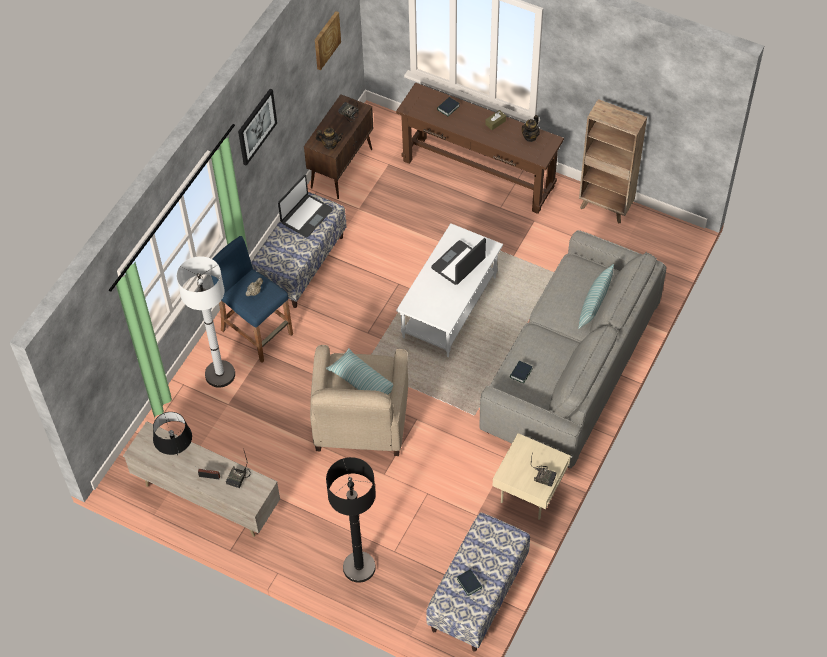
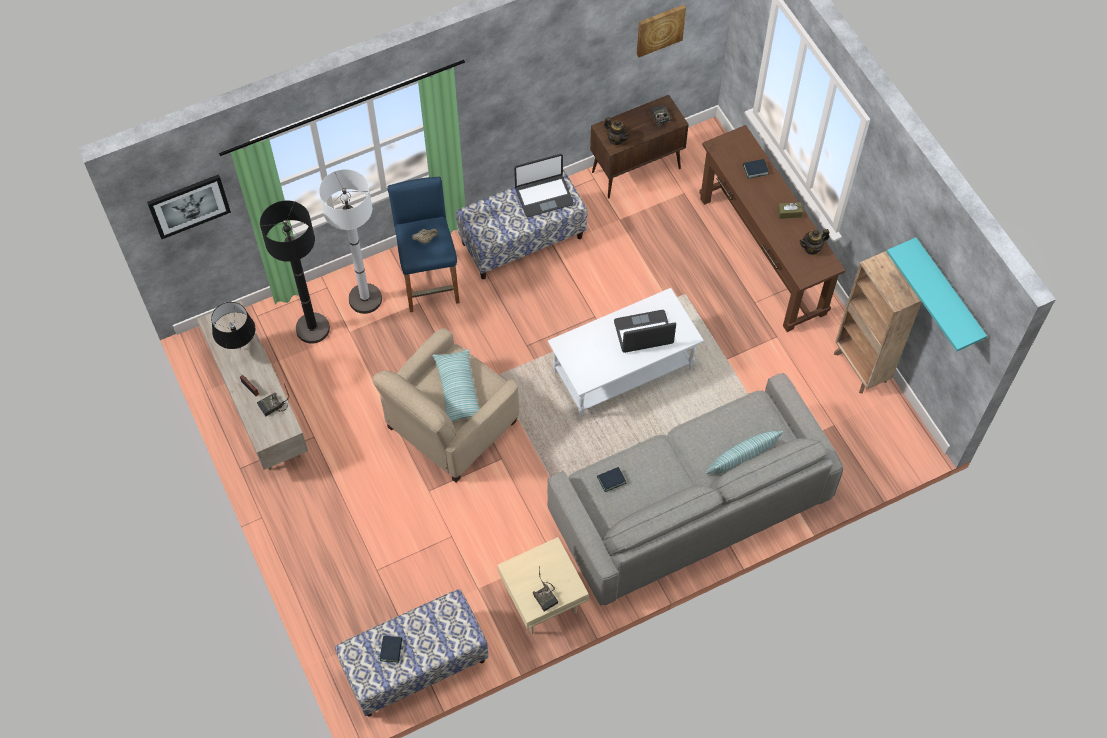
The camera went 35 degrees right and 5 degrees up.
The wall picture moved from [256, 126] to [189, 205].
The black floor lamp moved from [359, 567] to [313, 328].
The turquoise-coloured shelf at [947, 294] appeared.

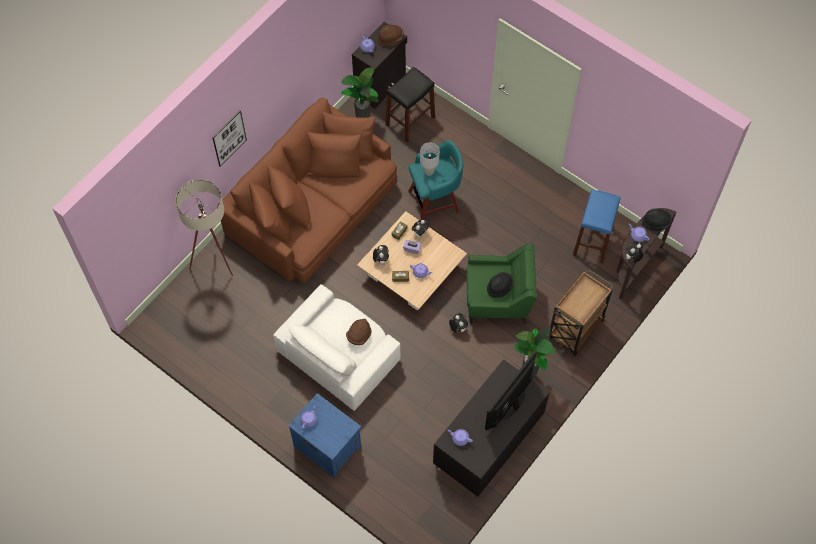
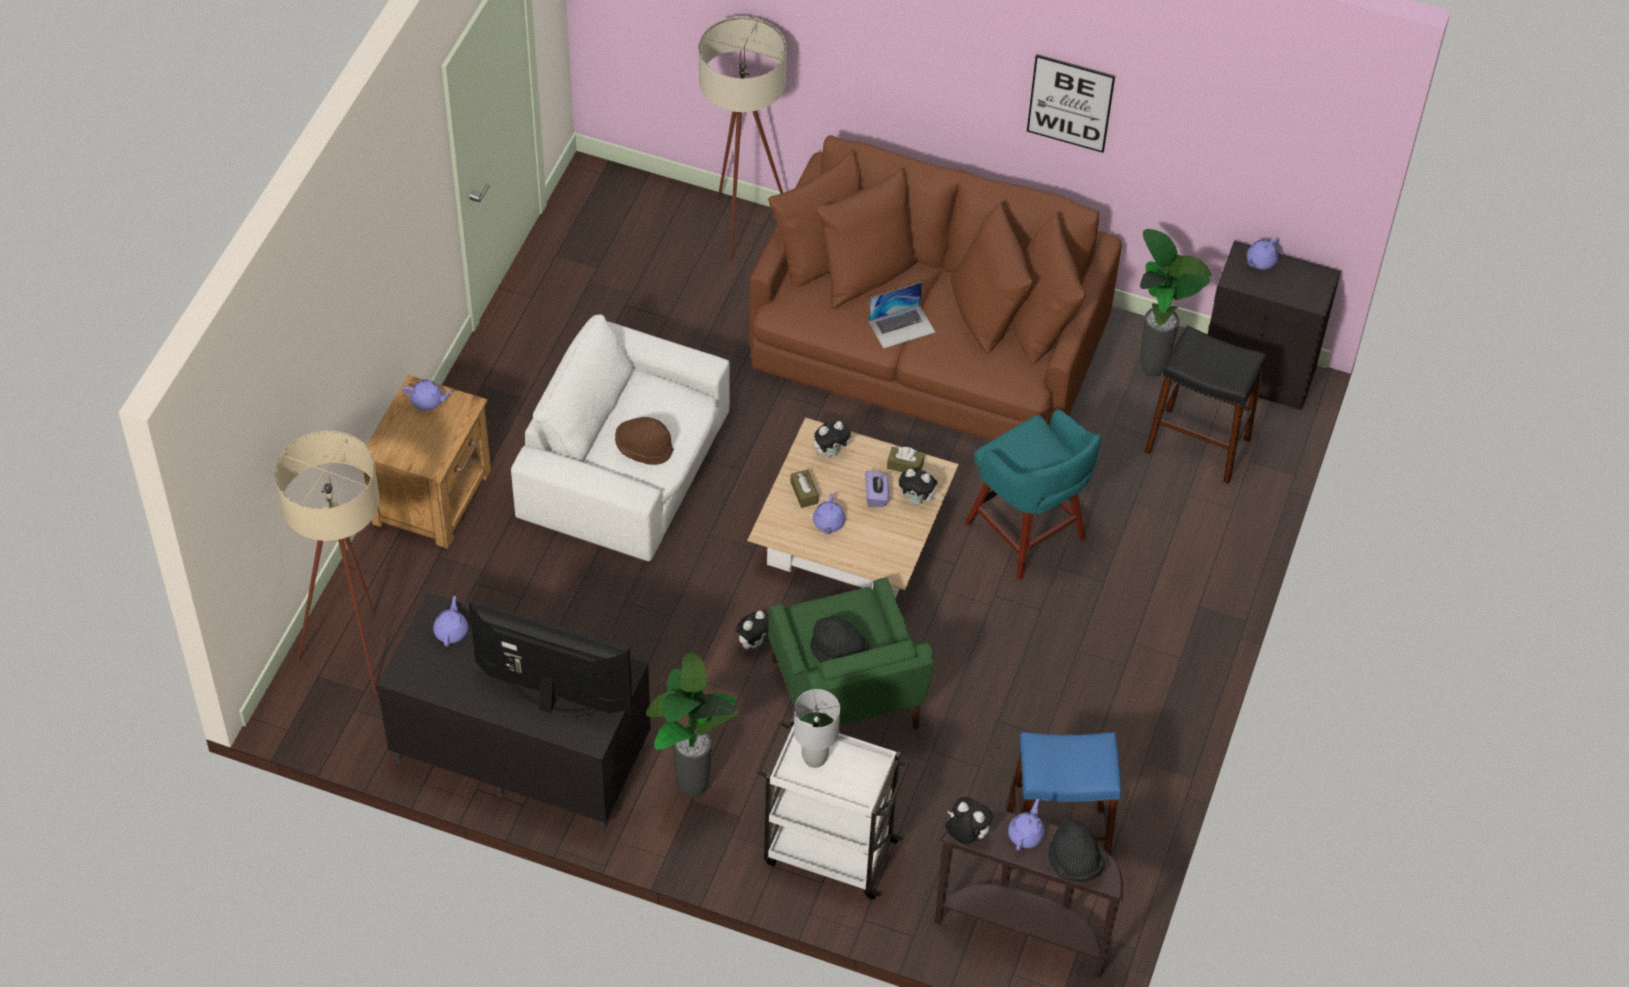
The camera went 70 degrees right and 10 degrees down.
The wall picture moved from [229, 138] to [1070, 103].
The blue nightstand at [327, 445] became the brownish nightstand at [434, 496].
The brownish clothing hat at [390, 39] disappeared.
The grey table lamp moved from [429, 172] to [814, 758].
The brownish wheeled cart at [575, 330] became the whitish wheeled cart at [828, 851].
The beige floor lamp at [355, 648] appeared.
The laptop at [901, 326] appeared.

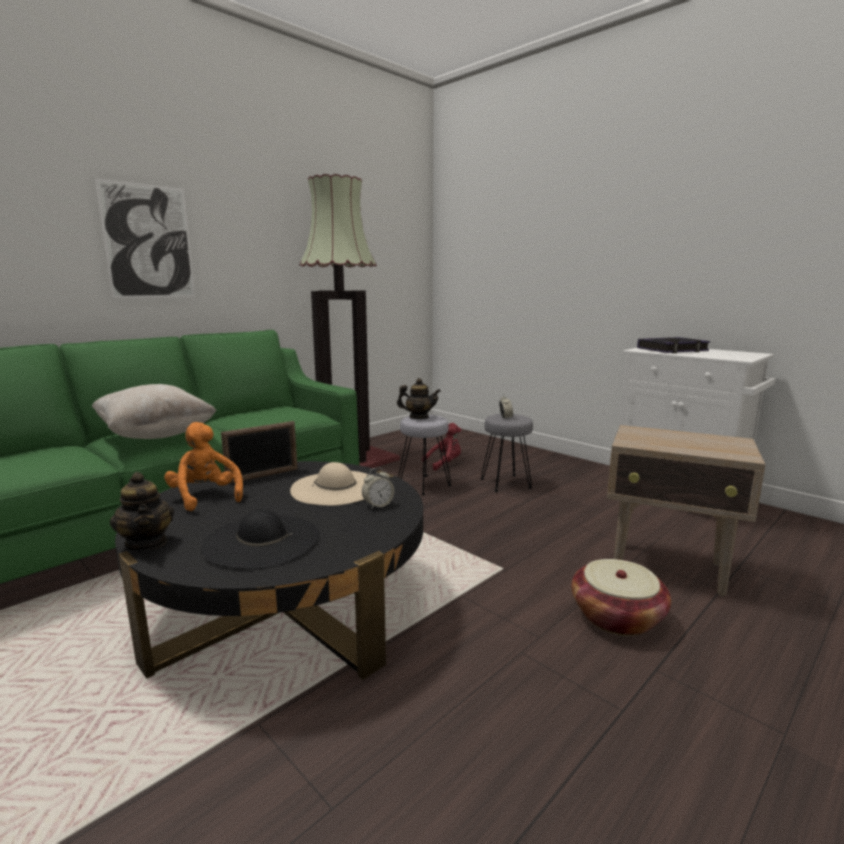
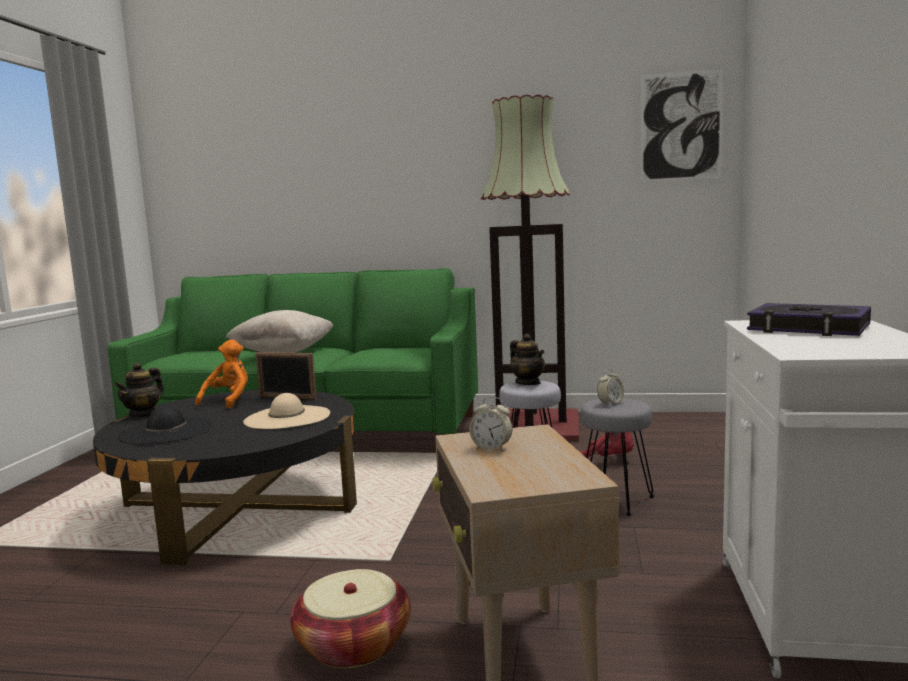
The camera went 55 degrees right and 5 degrees down.
The wall picture moved from [148, 242] to [680, 126].
The alarm clock moved from [378, 505] to [491, 448].

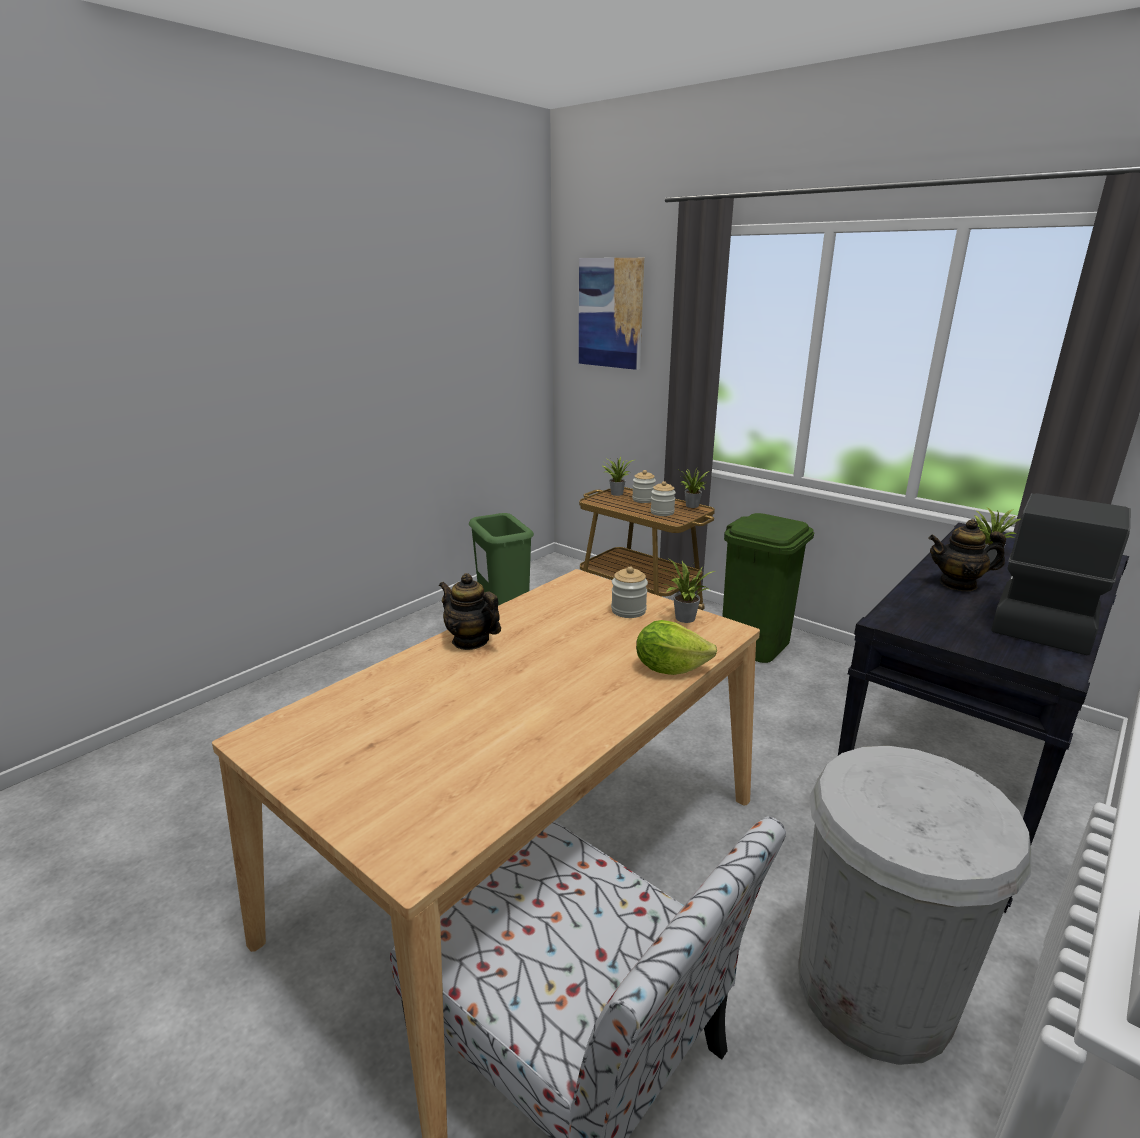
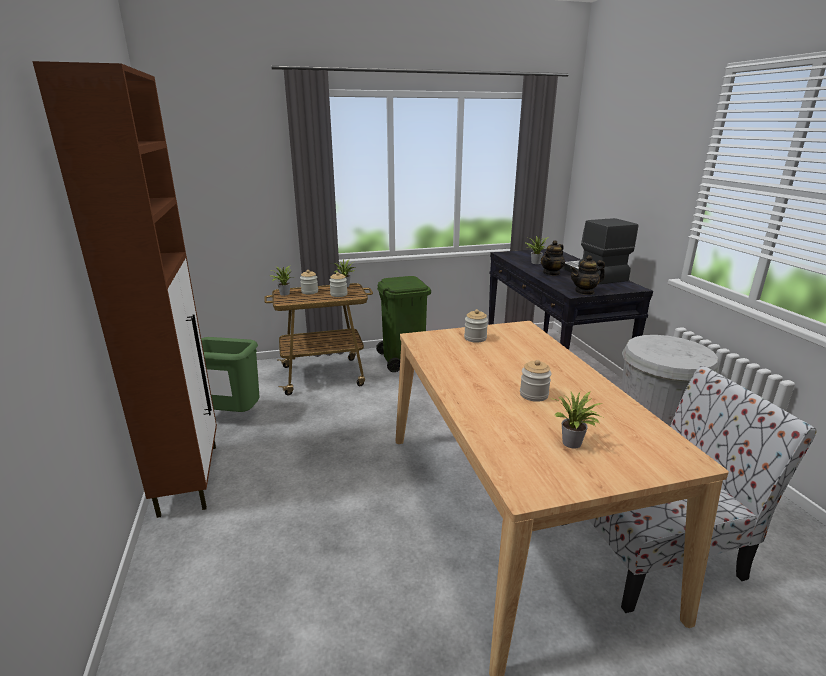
The camera went 55 degrees left and 0 degrees up.
The tea pot moved from [470, 641] to [584, 292].
The wall picture at [610, 313] disappeared.
The head of lettuce at [669, 668] disappeared.
The plant in a pot moved from [683, 619] to [572, 444].
The brownish cabinet at [189, 477] appeared.
The jar at [534, 395] appeared.

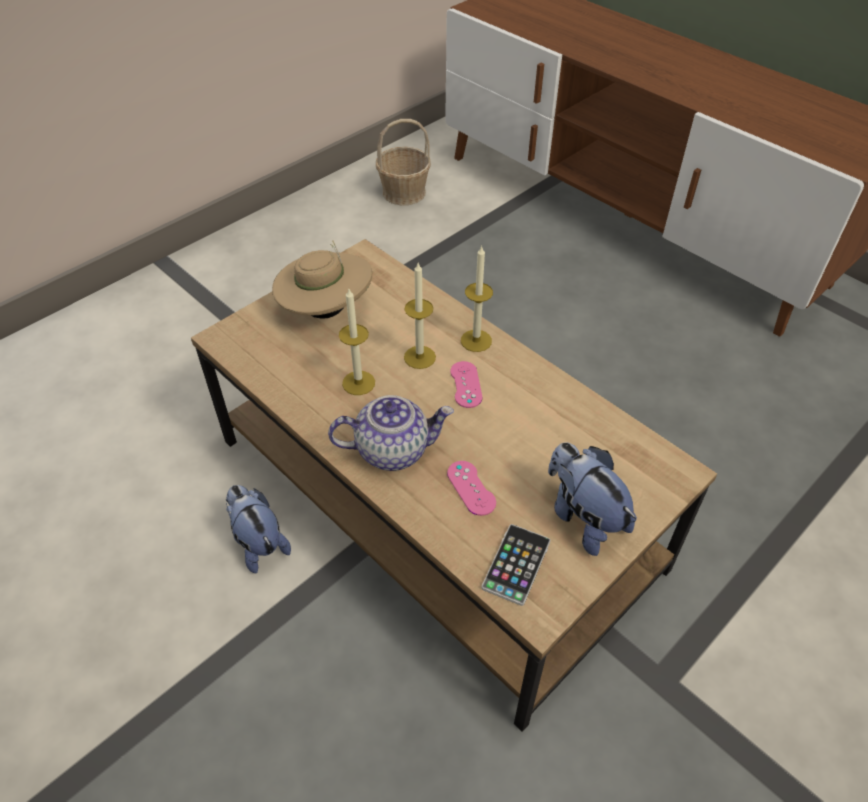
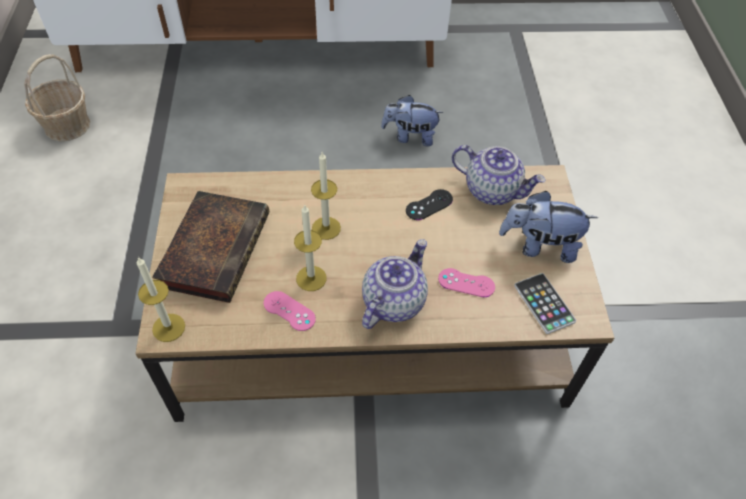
The camera went 50 degrees left and 5 degrees up.
The soft toy moved from [258, 542] to [410, 136].
The beige clothing hat at [326, 310] was replaced by the bound book at [215, 247].
The pinkish gamepad moved from [466, 384] to [289, 311].
The wax light moved from [476, 340] to [168, 327].
The black gamepad at [429, 205] appeared.
The tea pot at [492, 190] appeared.

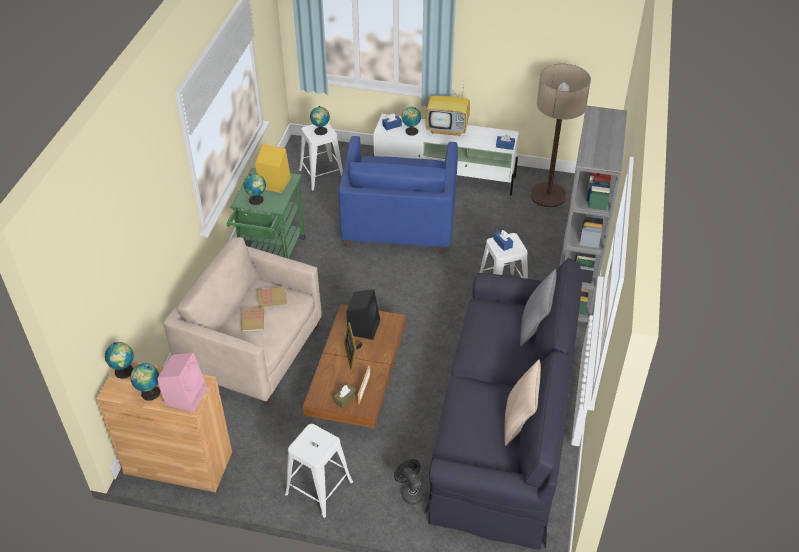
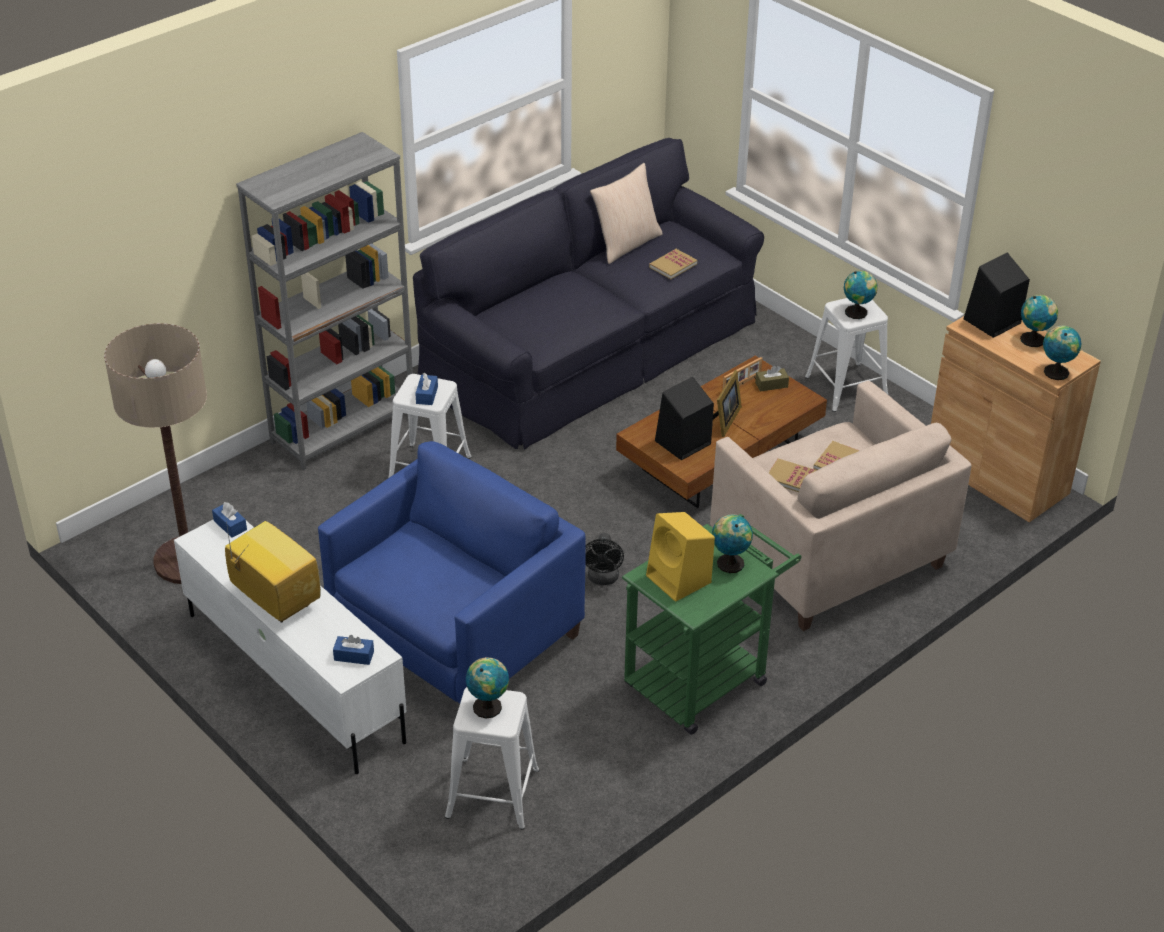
The camera went 145 degrees left and 5 degrees down.
The pinkish speaker at [186, 395] became the black speaker at [991, 322].
The black fan moved from [410, 492] to [603, 579].
The world globe moved from [410, 131] to [857, 312].
The grey cushion at [535, 326] disappeared.
The bound book at [673, 265] appeared.

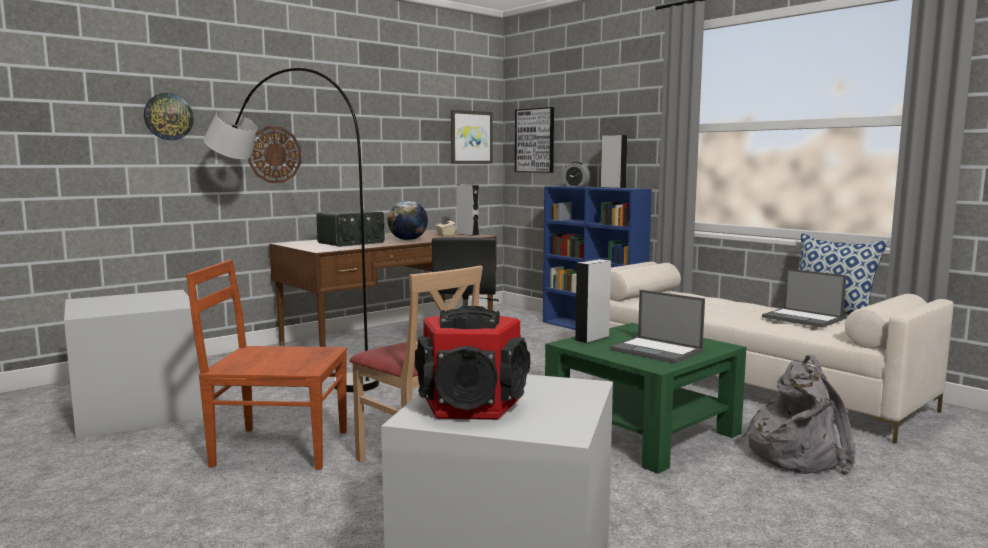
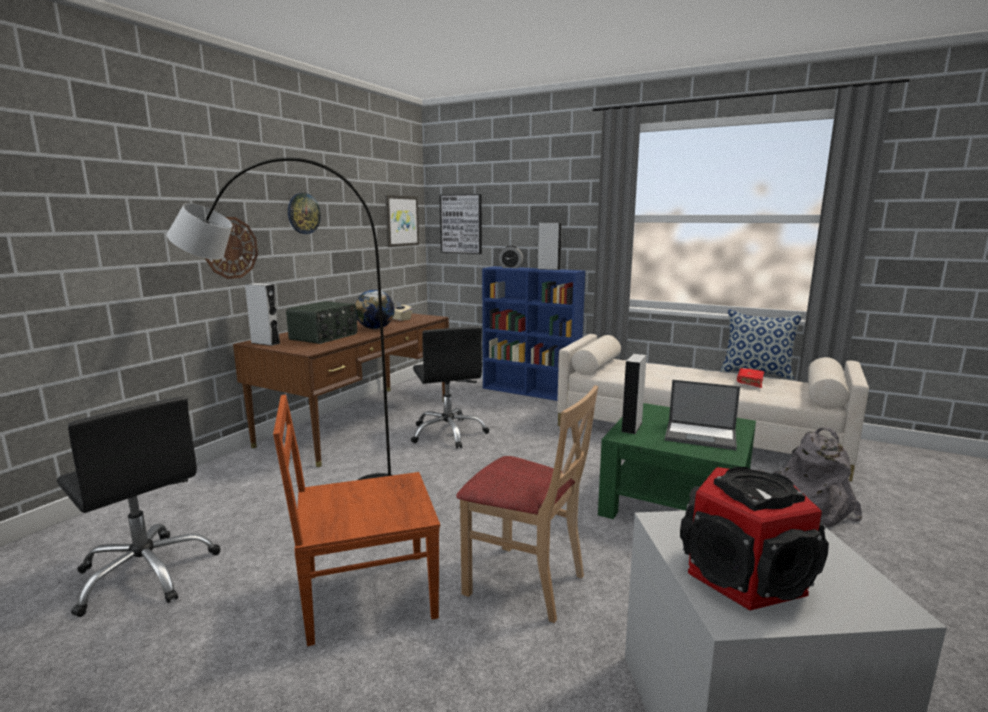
The camera went 20 degrees left and 5 degrees up.
The grey storage bin at [136, 410] was replaced by the black desk chair at [146, 573].
The wall clock moved from [168, 116] to [303, 213].
The grey speaker moved from [467, 234] to [265, 343].
The laptop at [803, 318] was replaced by the reddish bound book at [750, 382].

